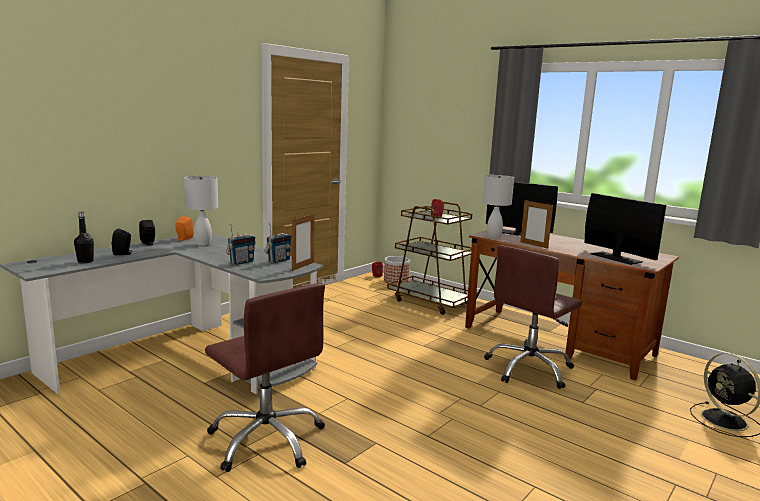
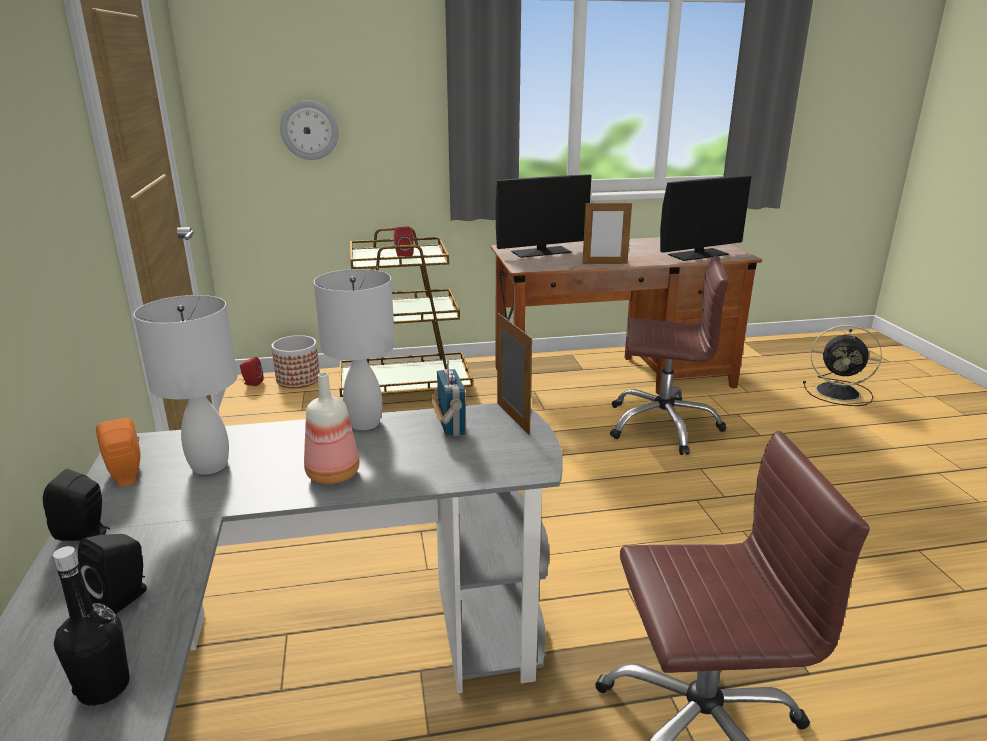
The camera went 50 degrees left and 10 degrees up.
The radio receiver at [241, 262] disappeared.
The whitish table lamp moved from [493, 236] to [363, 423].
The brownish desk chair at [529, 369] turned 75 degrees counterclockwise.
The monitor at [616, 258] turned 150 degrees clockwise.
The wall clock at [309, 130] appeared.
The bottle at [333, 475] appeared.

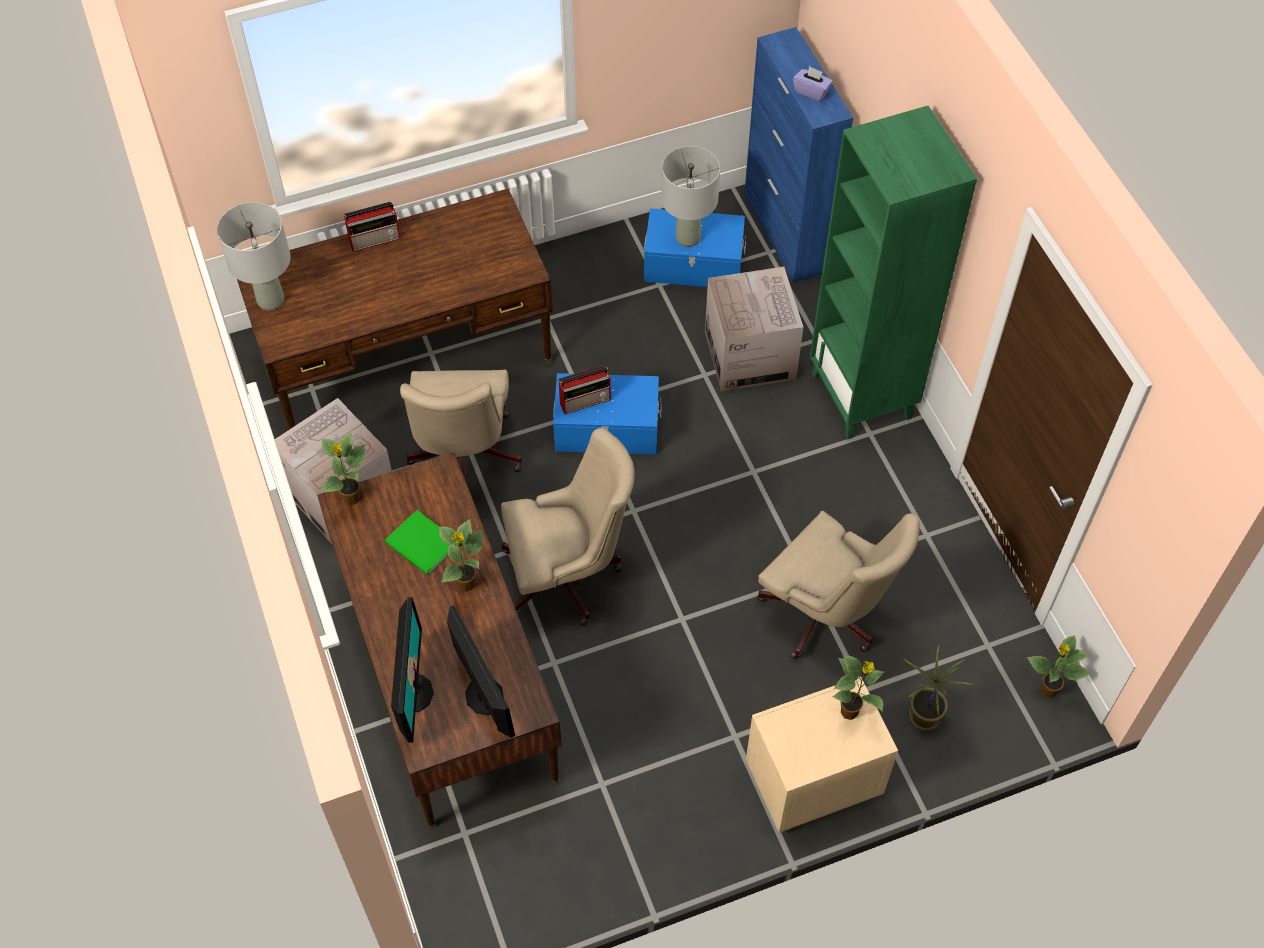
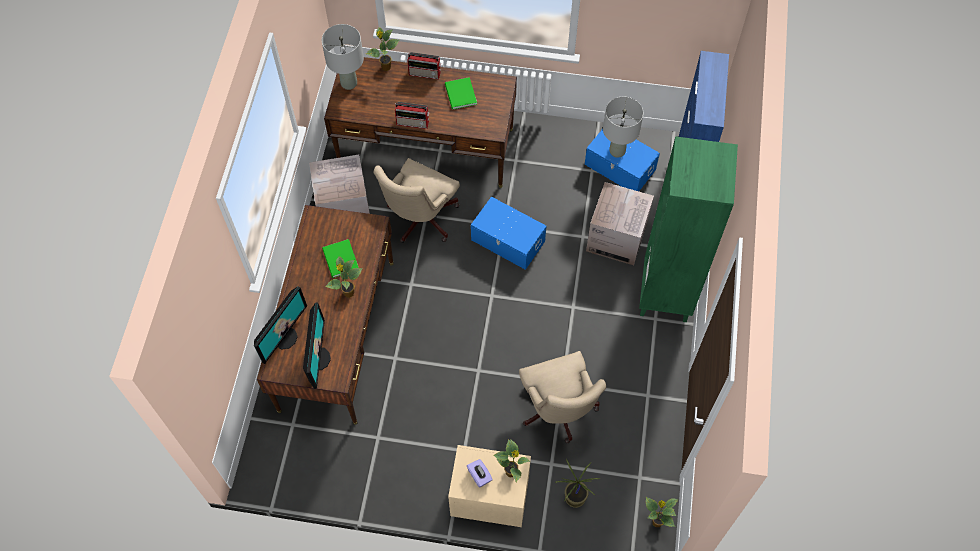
The camera went 30 degrees right and 5 degrees up.
The plant in a pot moved from [351, 499] to [386, 67].
The beige desk chair at [568, 576] disappeared.
The radio receiver moved from [586, 400] to [413, 122].
The purple-coloured tissue box moved from [811, 91] to [479, 476].
The green bound book at [460, 95] appeared.

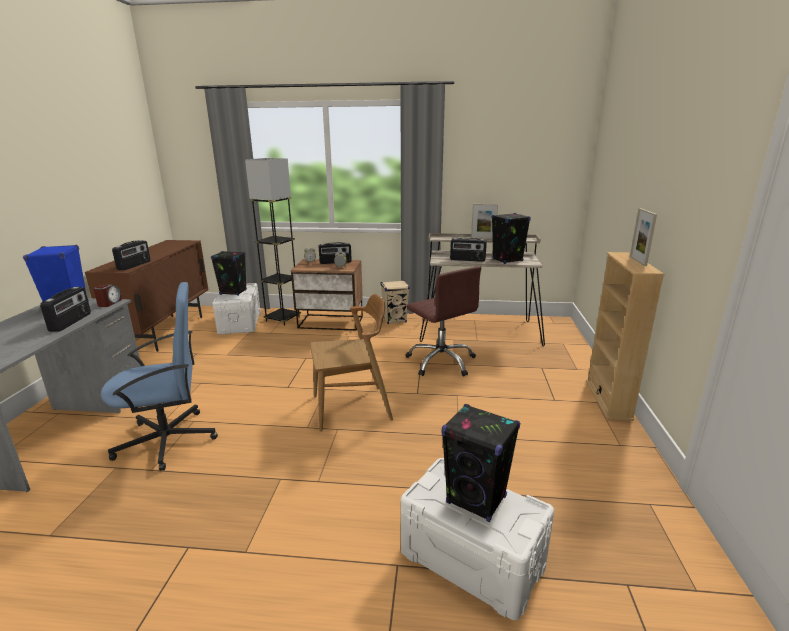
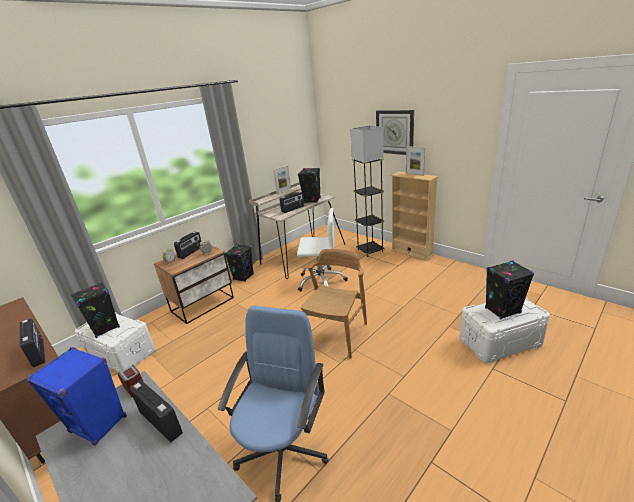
The camera went 50 degrees left and 5 degrees up.
The grey floor lamp moved from [283, 319] to [370, 250].
The beige speaker at [395, 320] became the black speaker at [243, 277].
The brownish desk chair at [441, 361] became the whitish desk chair at [321, 281].
The wall clock at [395, 132] appeared.

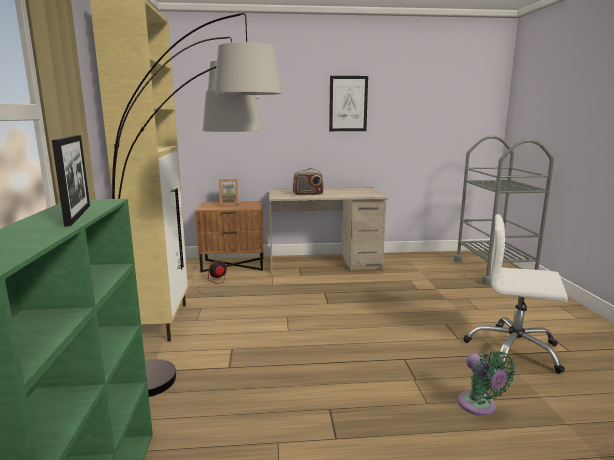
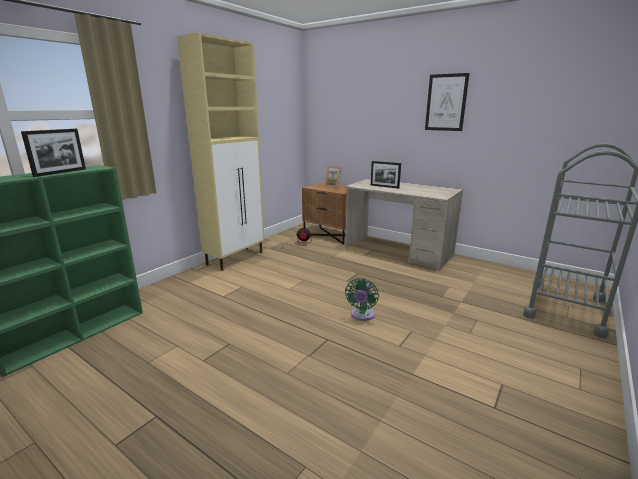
The camera went 40 degrees right and 5 degrees up.
The floor lamp at [217, 370] disappeared.
The radio receiver at [308, 194] was replaced by the picture frame at [384, 186].
The green fan moved from [479, 406] to [362, 315].
The whitish desk chair at [513, 350] disappeared.

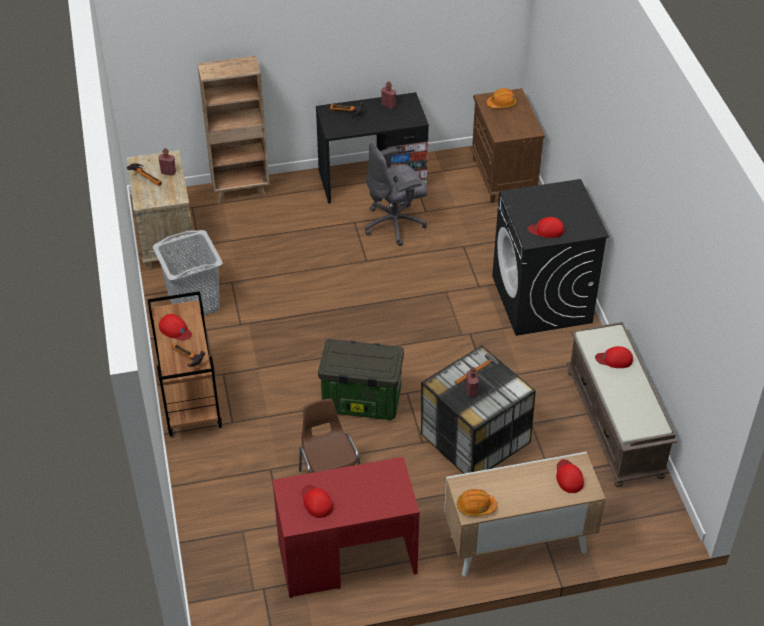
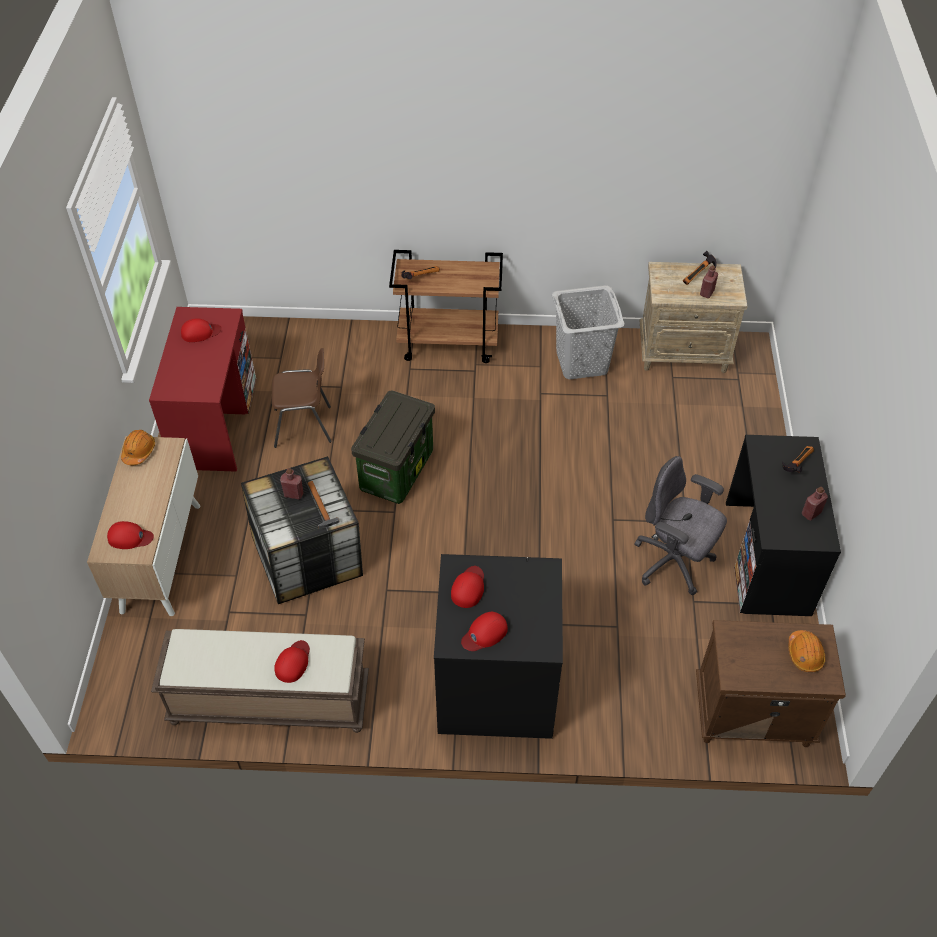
The camera went 105 degrees right and 5 degrees up.
The reddish peaked cap moved from [175, 330] to [484, 633].
The brownish bookcase at [241, 191] disappeared.
The grey desk chair at [395, 224] turned 45 degrees counterclockwise.

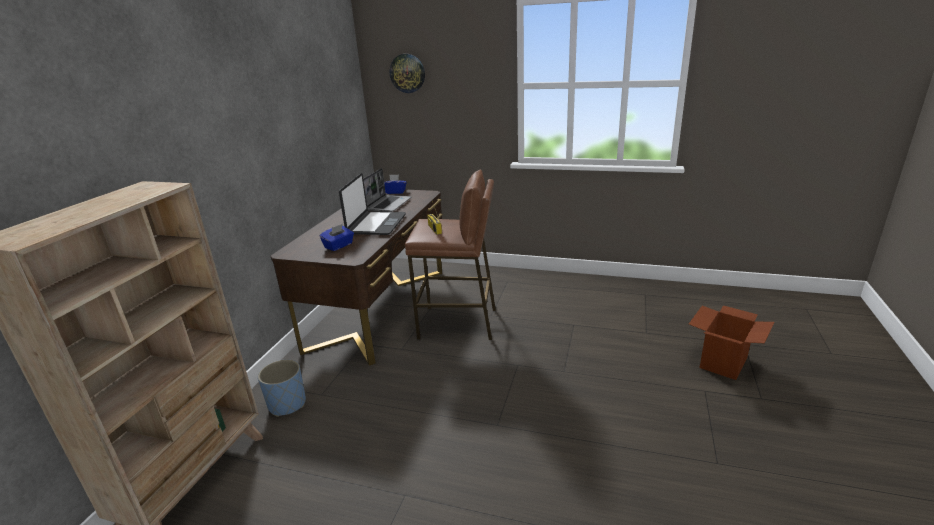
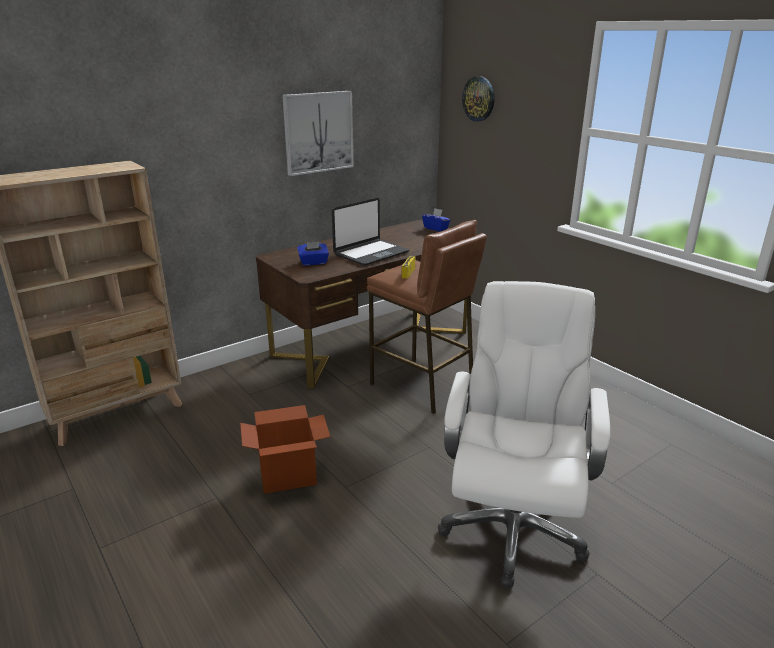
The camera went 35 degrees right and 0 degrees up.
The blue planter at [287, 404] disappeared.
The laptop at [388, 204] disappeared.
The packing box moved from [723, 362] to [288, 475].
The wall picture at [318, 132] appeared.
The whitish desk chair at [512, 527] appeared.

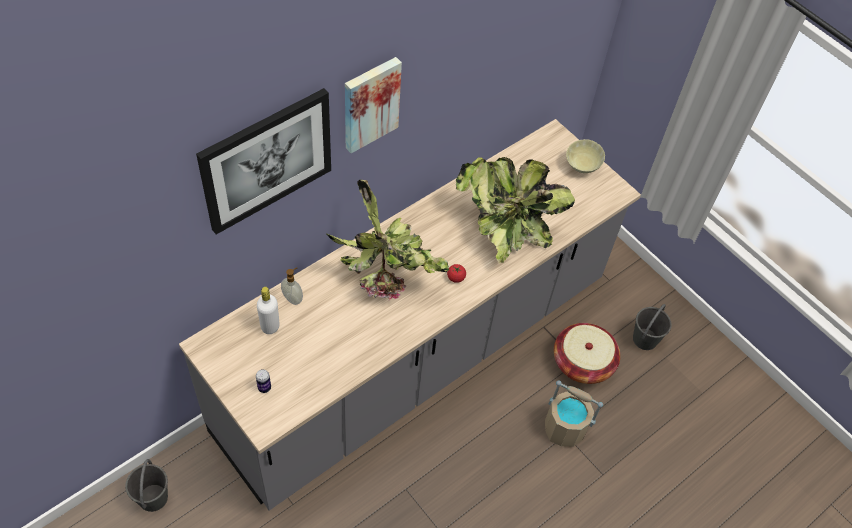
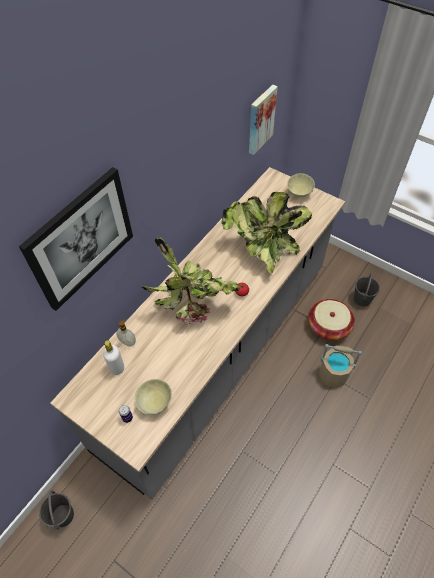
The camera went 10 degrees left and 0 degrees up.
The wall picture moved from [370, 103] to [260, 119].
The beige serving bowl at [154, 402] appeared.

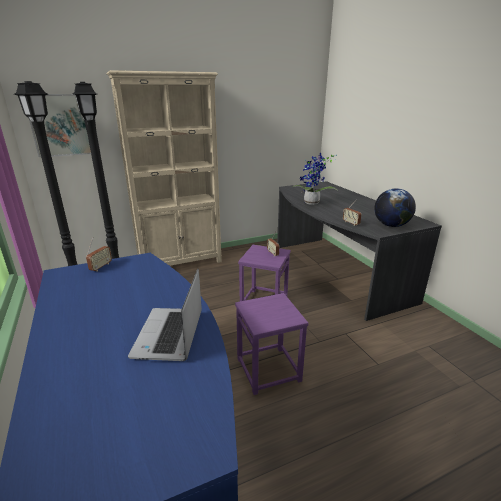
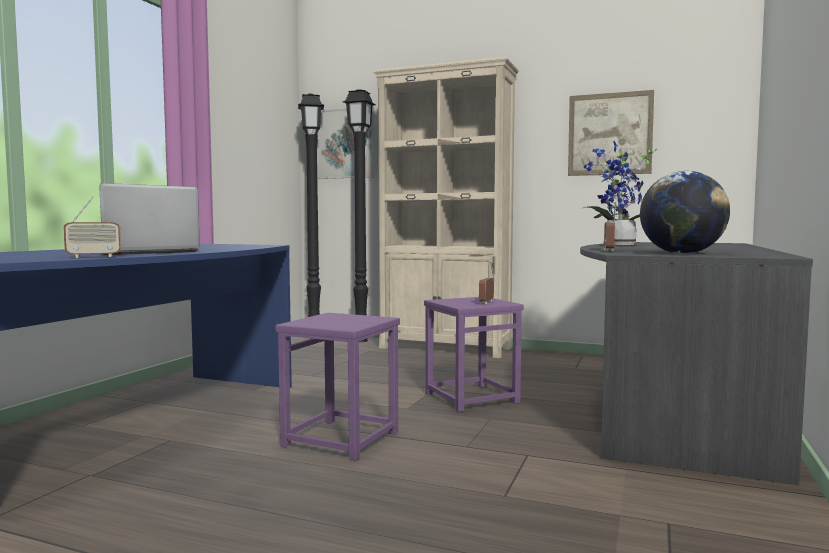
The camera went 45 degrees right and 20 degrees down.
The radio receiver moved from [101, 267] to [93, 257].
The wall picture at [610, 134] appeared.

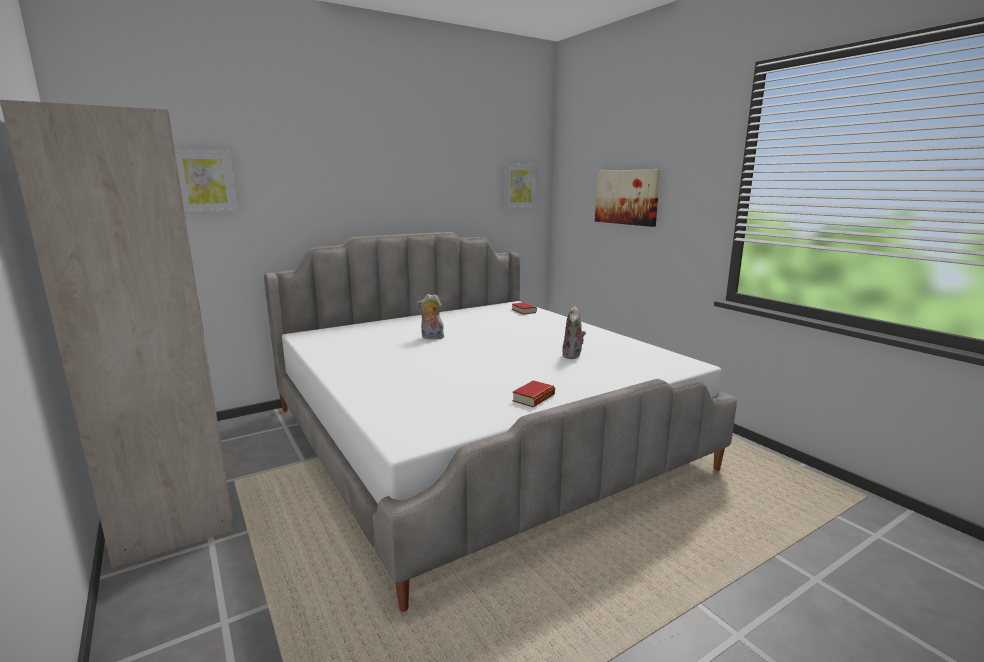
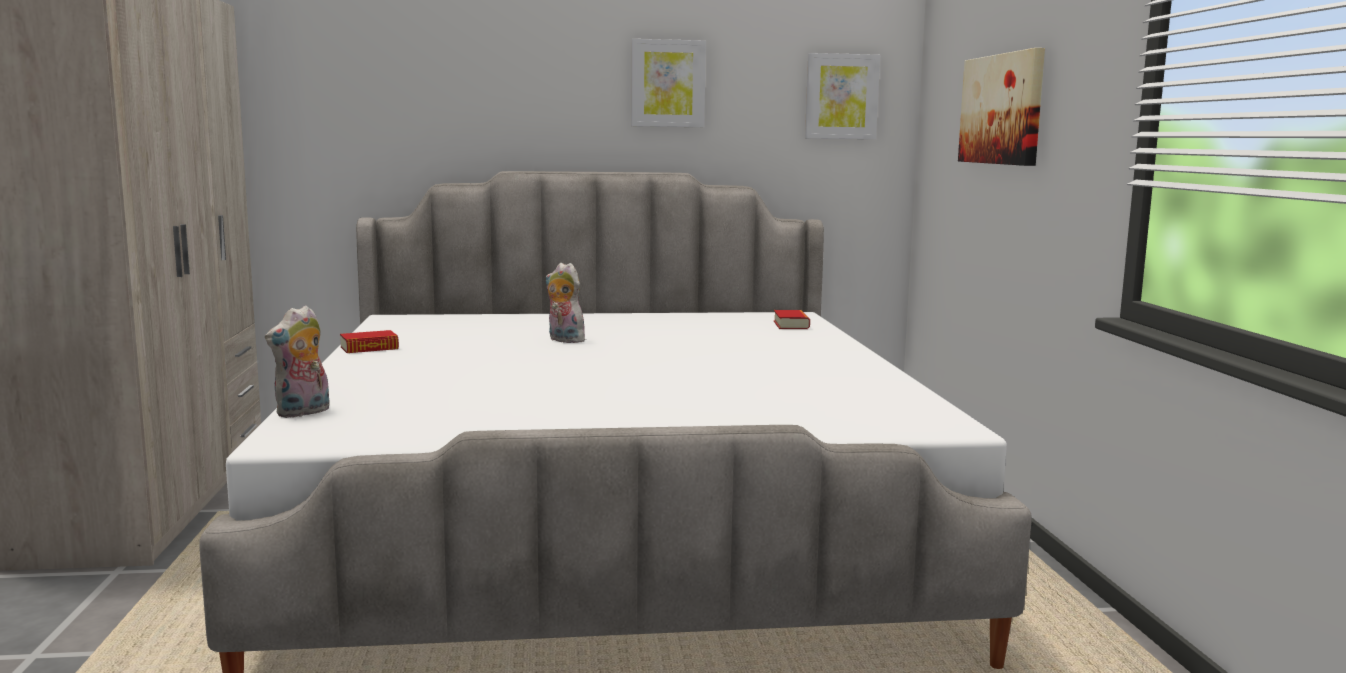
The camera went 25 degrees right and 5 degrees down.
The wall picture moved from [205, 181] to [667, 83].
The bound book moved from [533, 398] to [369, 348].
The soft toy moved from [573, 355] to [303, 413].

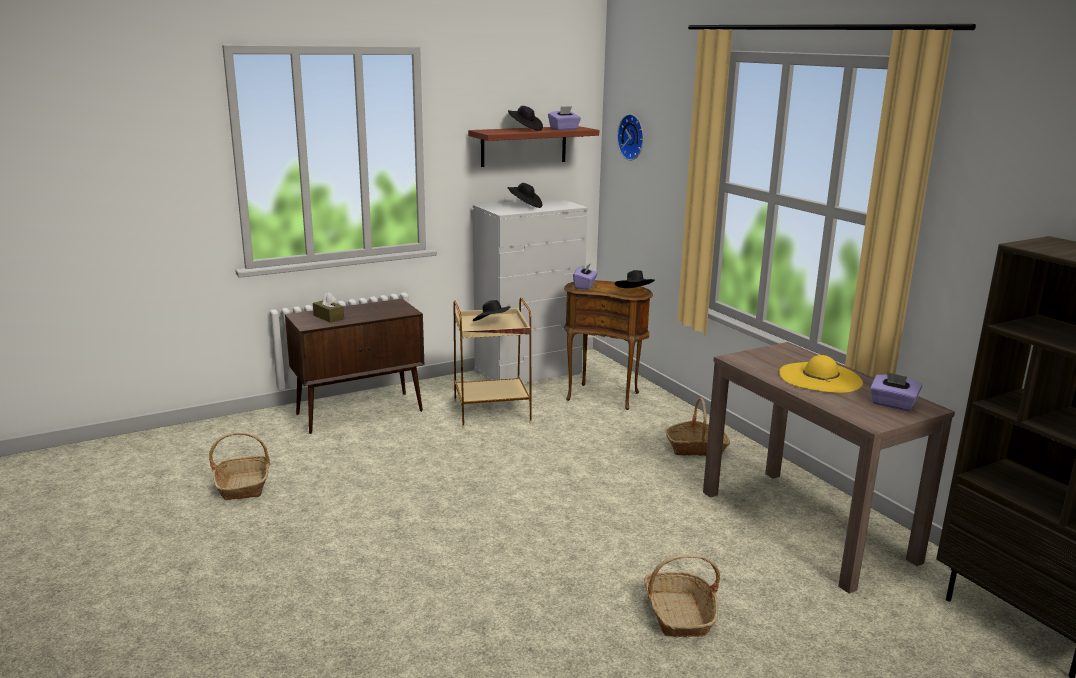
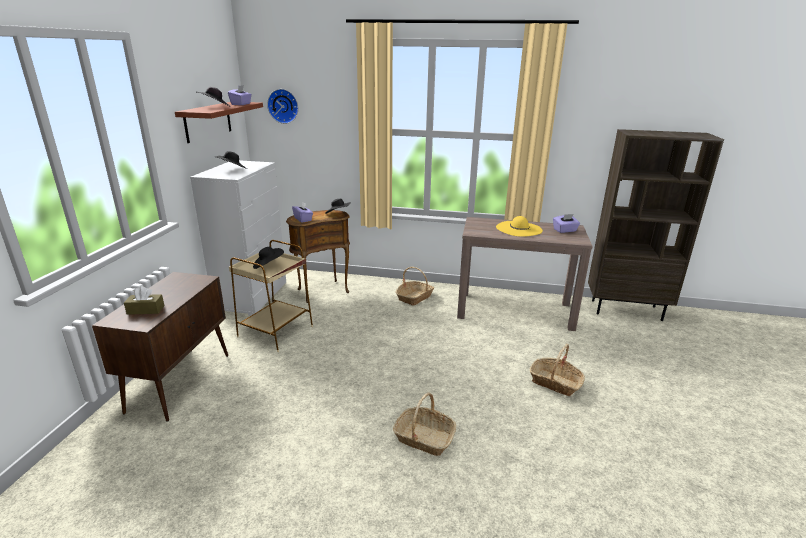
The camera went 50 degrees left and 5 degrees up.
The storage basket moved from [244, 485] to [424, 438].

